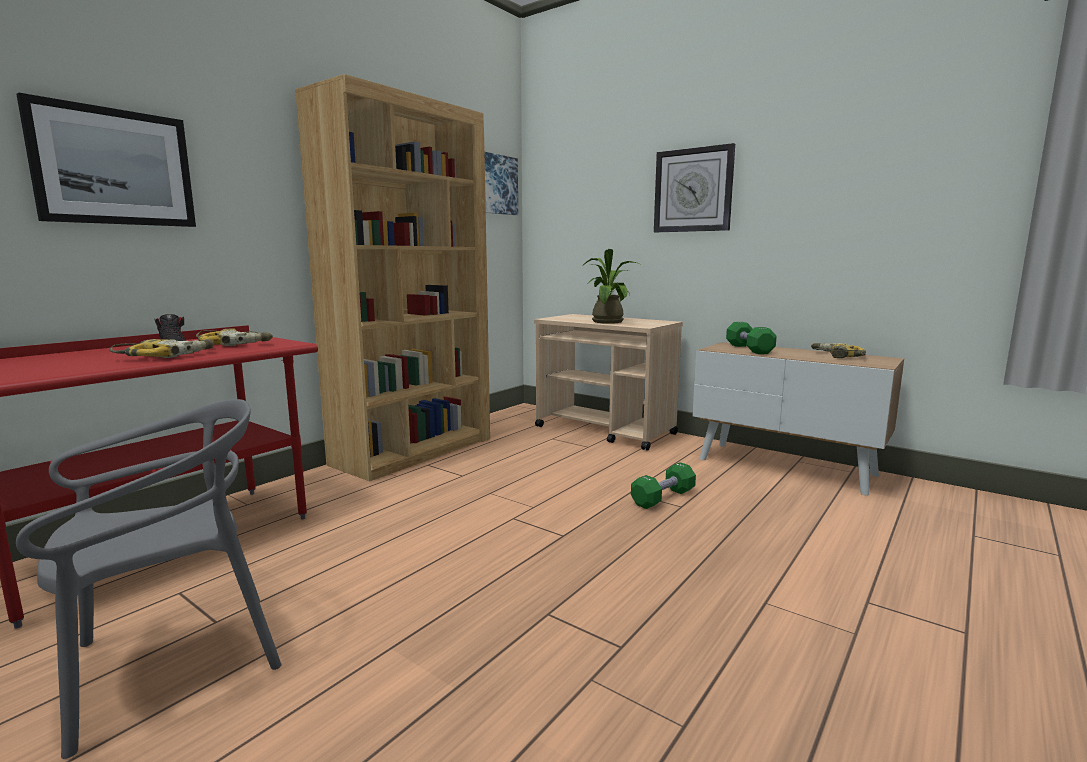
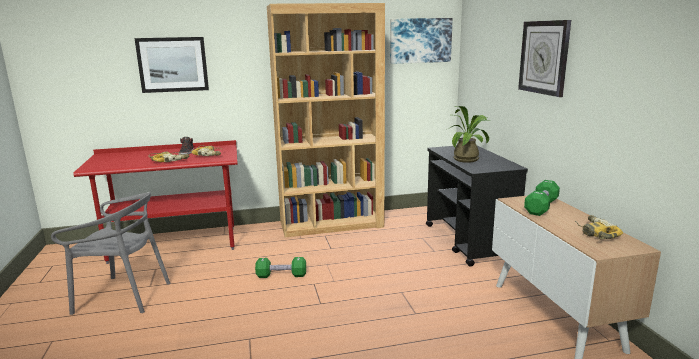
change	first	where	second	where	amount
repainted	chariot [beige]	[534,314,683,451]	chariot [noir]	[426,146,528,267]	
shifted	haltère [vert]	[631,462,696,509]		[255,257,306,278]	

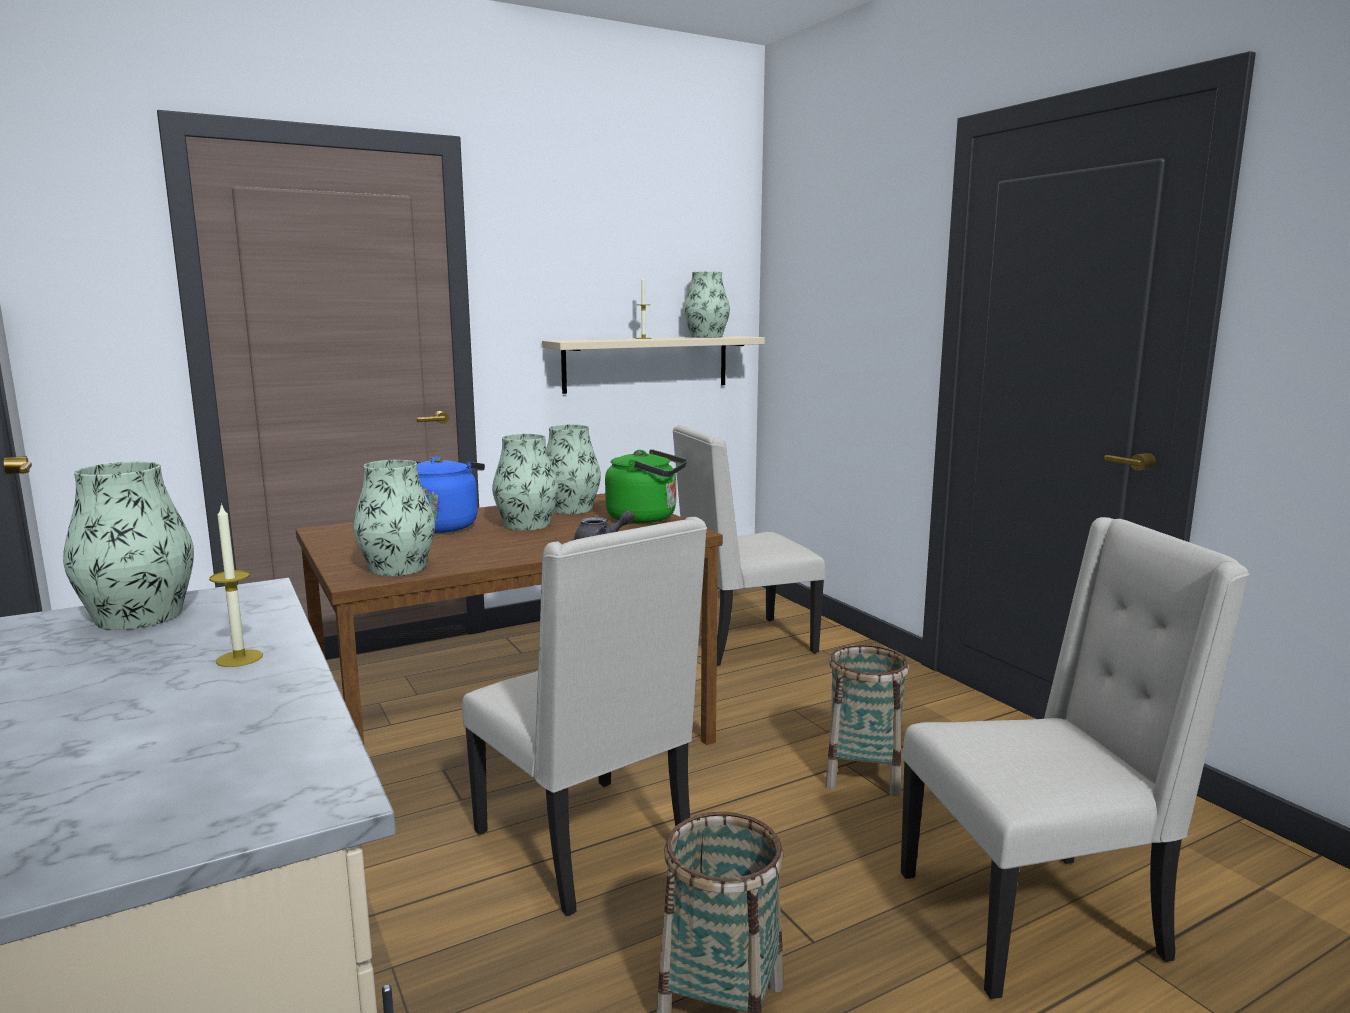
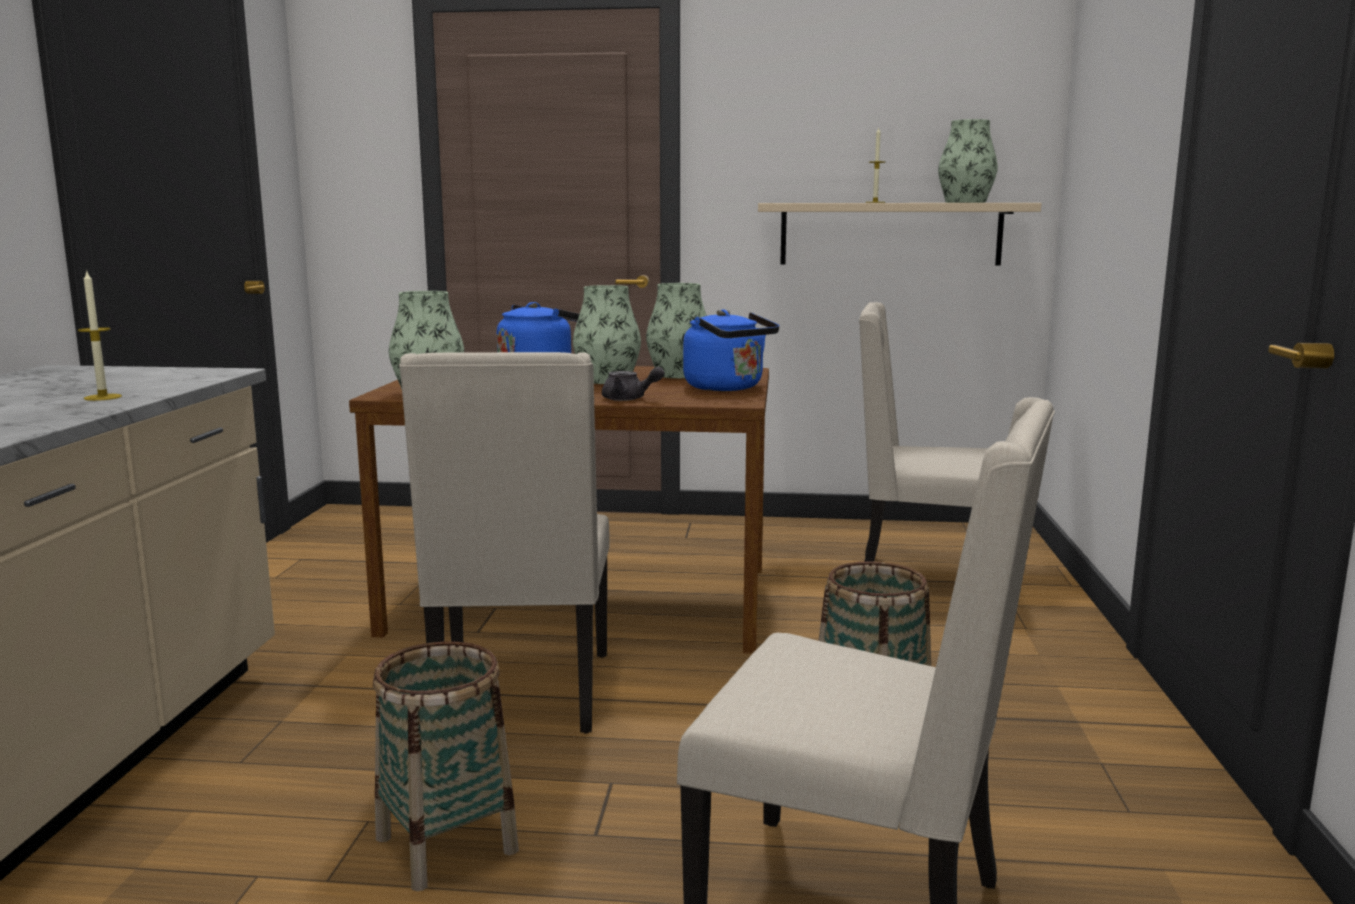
change	first	where	second	where	amount
repainted	bouilloire [vert]	[605,449,687,523]	bouilloire [bleu]	[683,309,779,391]	
gone	vase	[63,462,194,630]			

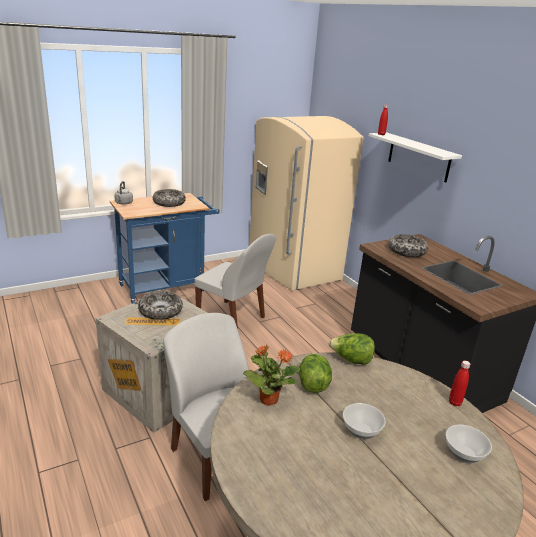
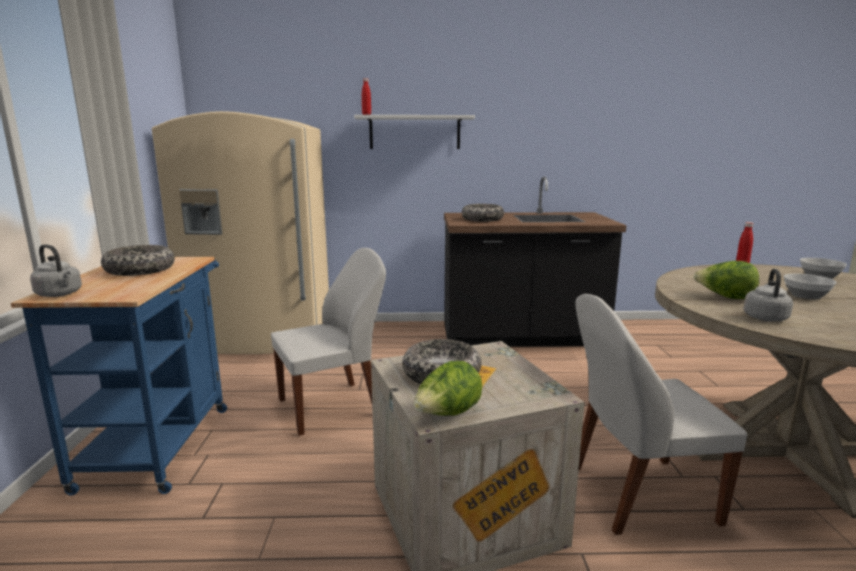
change	first	where	second	where	amount
shifted	laitue	[328,333,375,365]		[414,361,482,416]	
swapped	plante en pot	[243,345,300,406]	bouilloire [gris]	[744,269,793,321]	

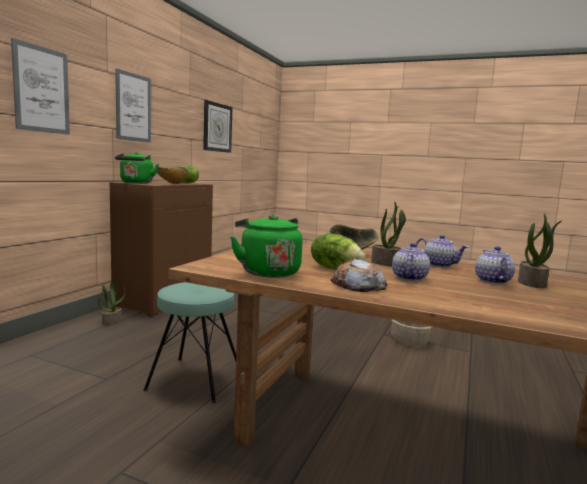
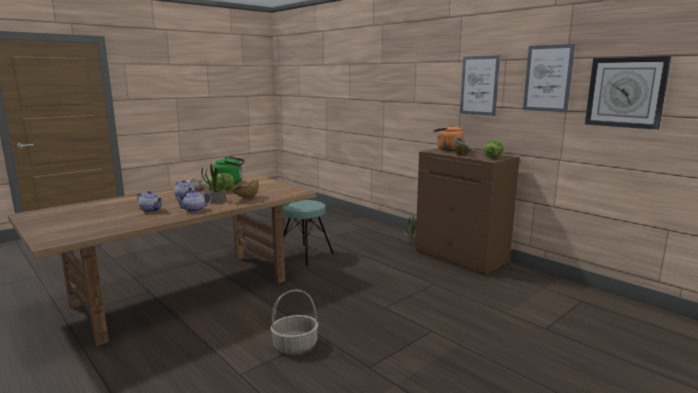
change	first	where	second	where	amount
shifted	tableau	[11,38,70,135]		[523,44,575,112]	
repainted	bouilloire [vert]	[115,152,159,183]	bouilloire [orange]	[434,125,464,151]	
gone	plante en pot	[518,213,563,288]			

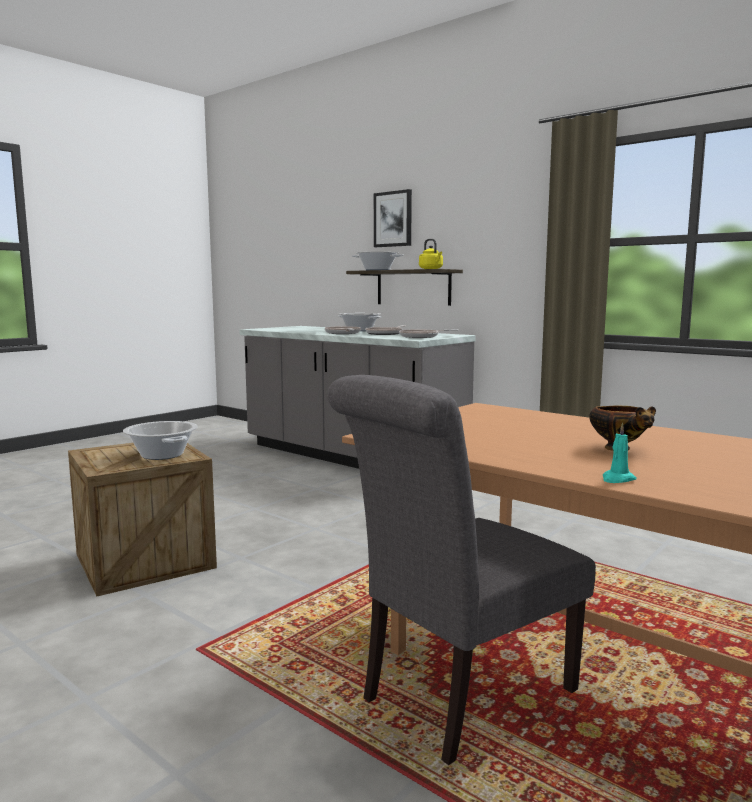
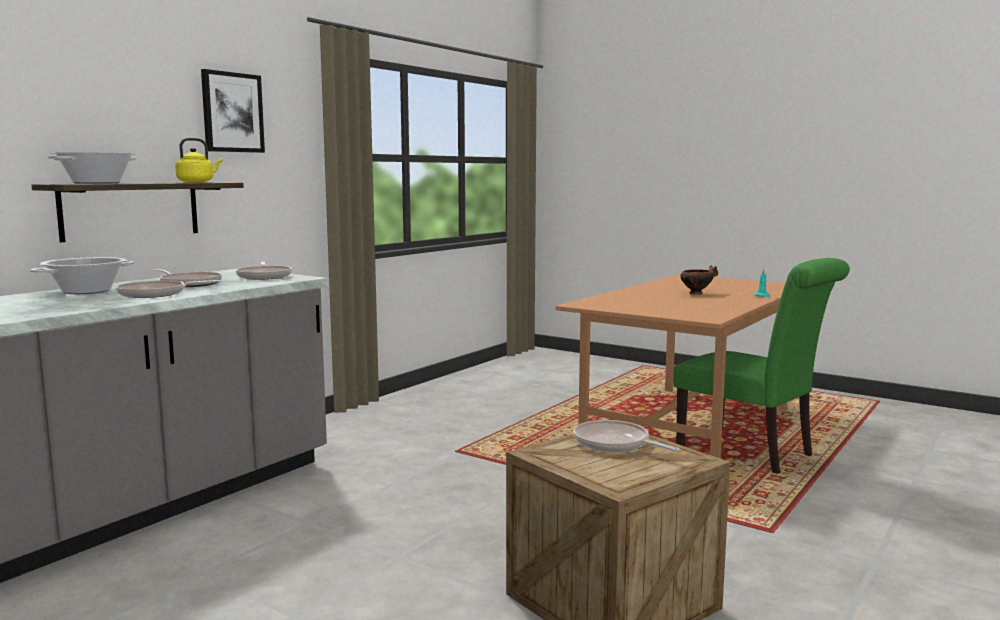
change	first	where	second	where	amount
shifted	tableau	[374,189,412,247]		[201,69,265,153]	
repainted	chaise [gris]	[327,375,596,765]	chaise [vert]	[673,258,850,474]	
swapped	marmite	[123,421,198,460]	poêle	[573,420,680,452]	

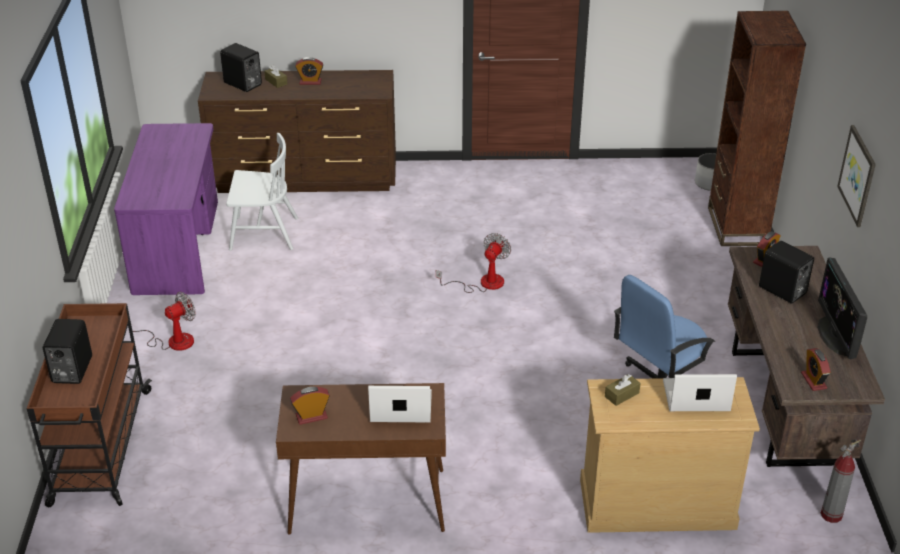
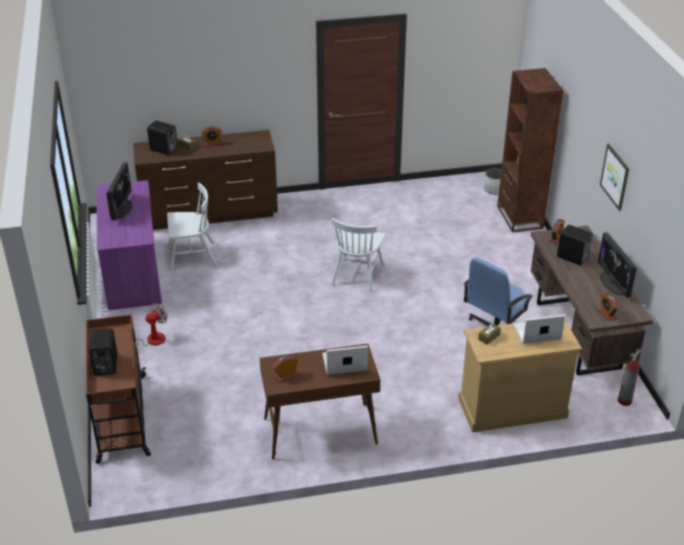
change	first	where	second	where	amount
swapped	ventilateur	[436,233,511,293]	chaise [blanc]	[331,218,386,292]	
new			écran d'ordinateur	[106,162,132,221]	

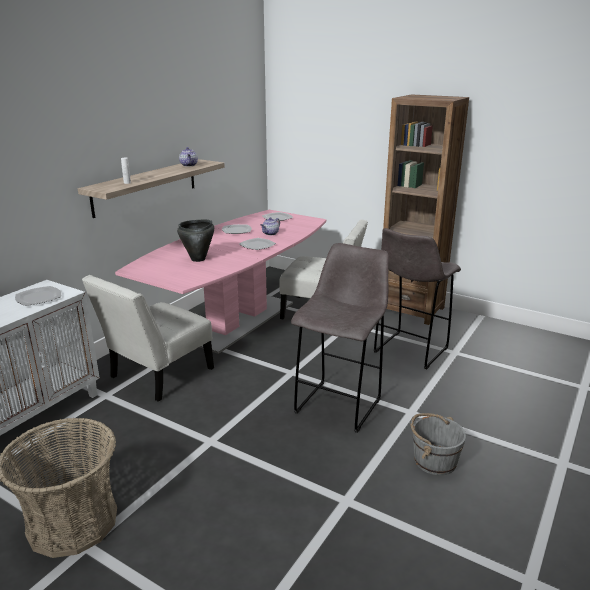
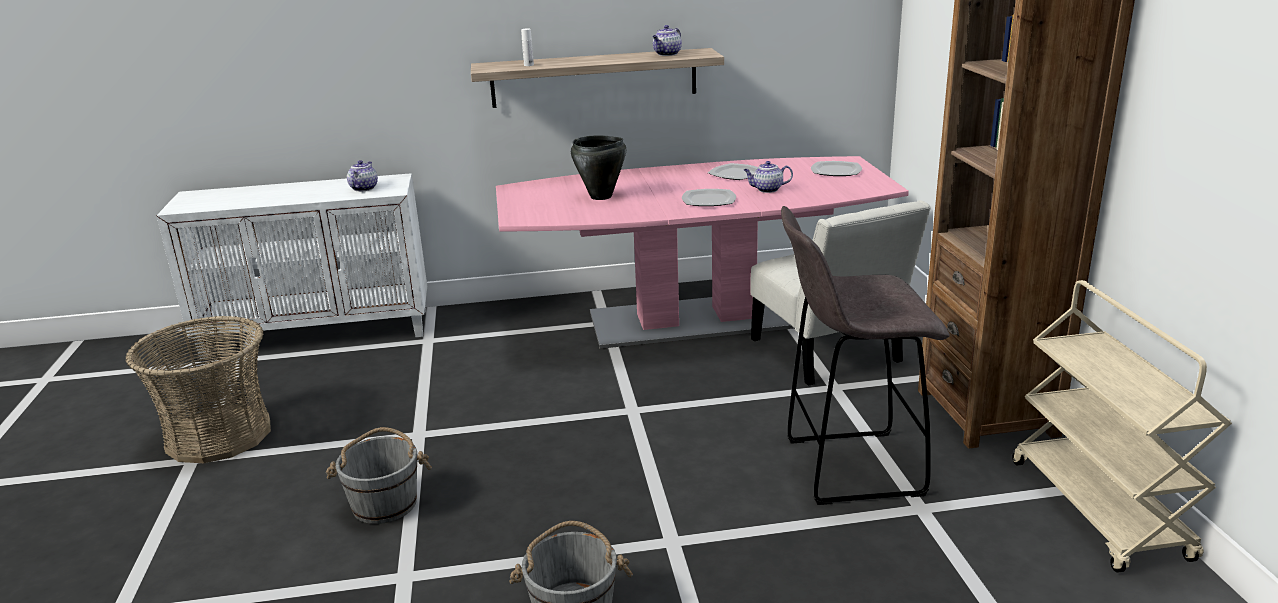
change	first	where	second	where	amount
gone	tabouret [gris]	[291,243,389,433]			
gone	chaise [blanc]	[82,275,214,402]			
swapped	assiette	[15,286,61,306]	théière	[347,160,378,191]	
new			chariot [beige]	[1012,280,1232,572]	
new			seau [gris]	[326,427,432,524]	

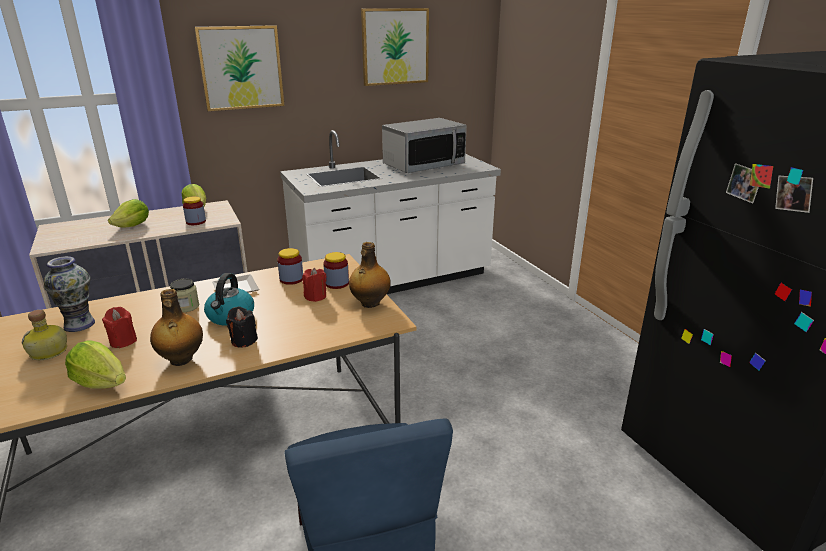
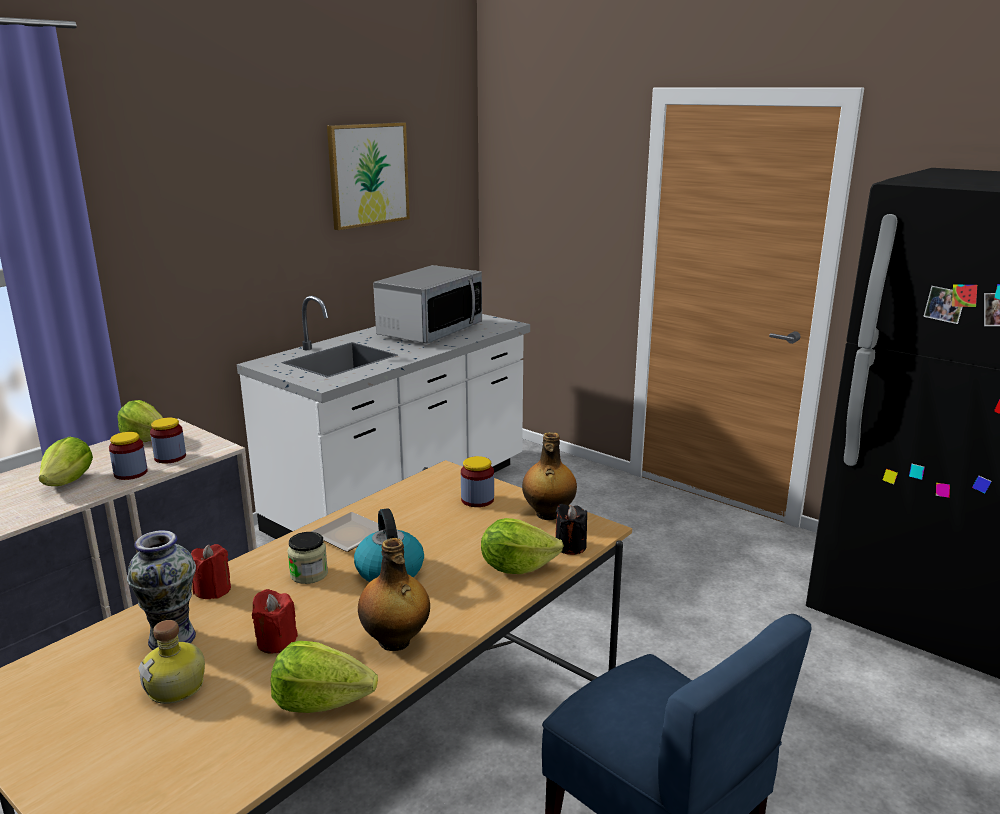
change	first	where	second	where	amount
gone	tableau	[194,25,285,111]			
shifted	bocal	[277,248,303,285]		[109,432,148,480]	
shifted	bougie [rouge]	[302,268,326,302]		[191,544,231,599]	
shifted	bougie [noir]	[226,306,258,348]		[555,504,587,555]	
new			laitue	[481,518,564,574]	

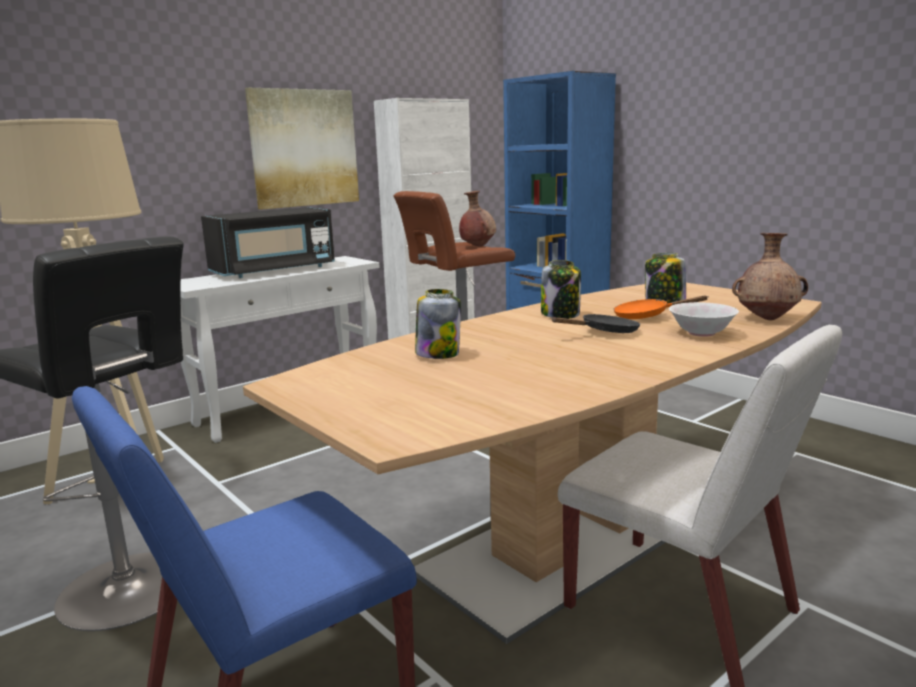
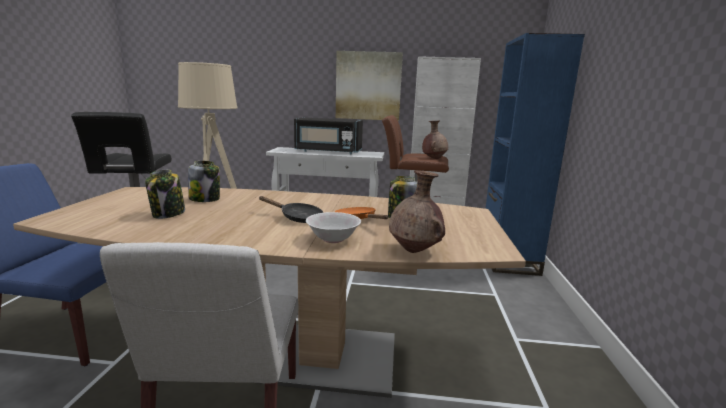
change	first	where	second	where	amount
shifted	bocal	[541,260,581,319]		[145,170,185,219]	

